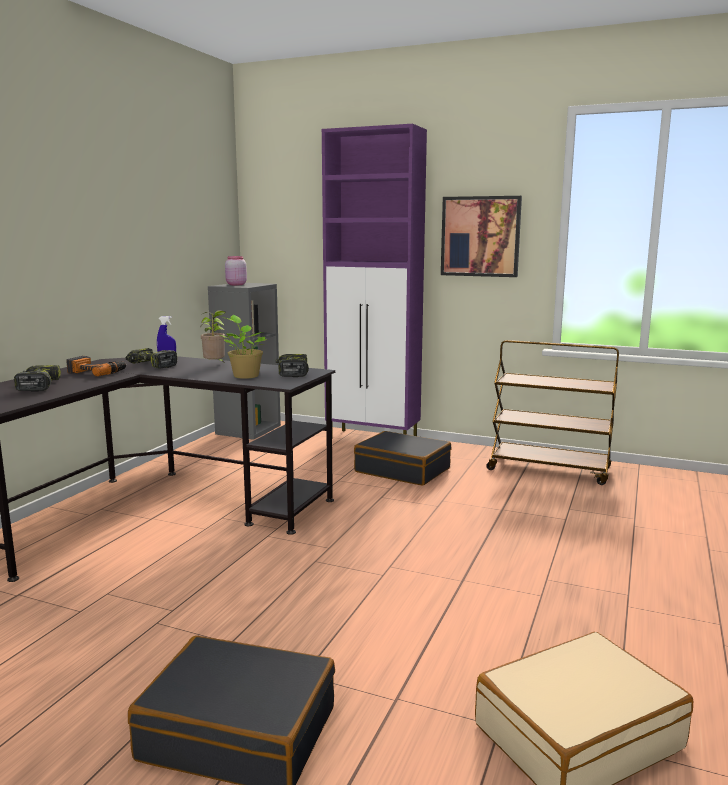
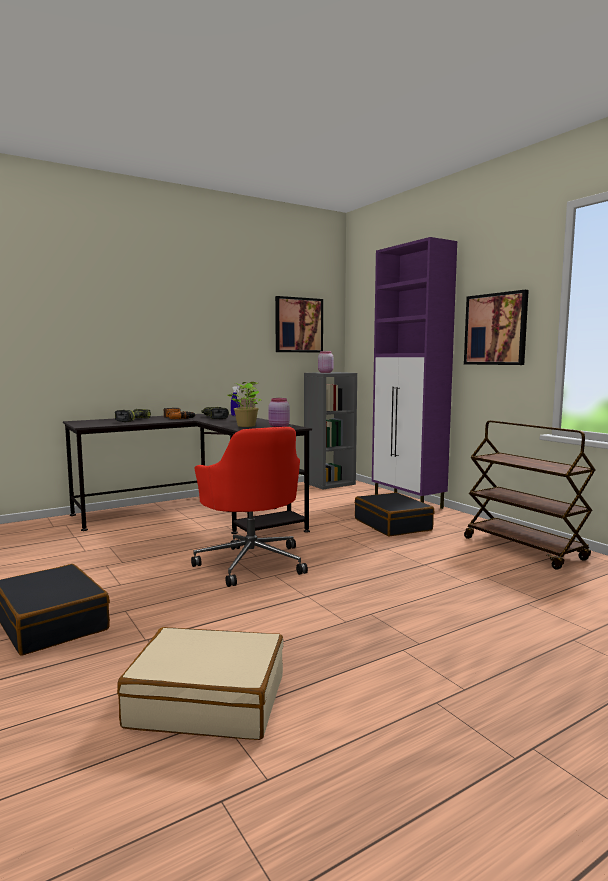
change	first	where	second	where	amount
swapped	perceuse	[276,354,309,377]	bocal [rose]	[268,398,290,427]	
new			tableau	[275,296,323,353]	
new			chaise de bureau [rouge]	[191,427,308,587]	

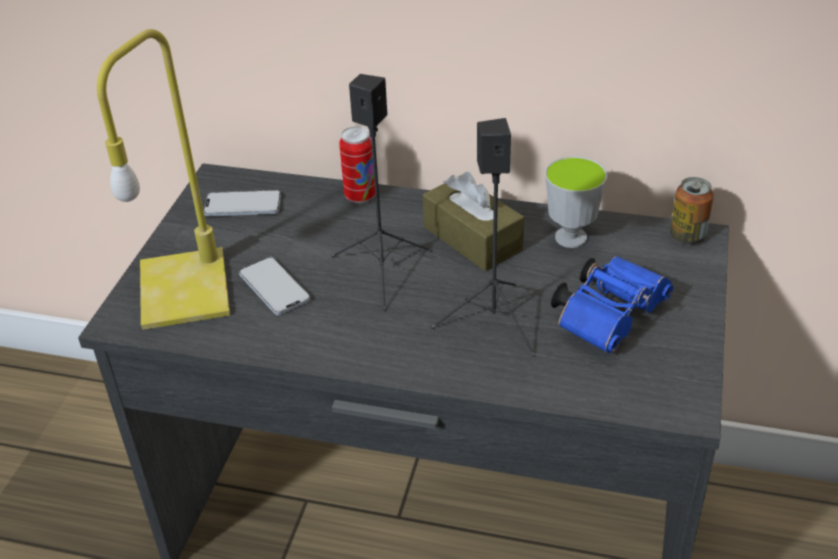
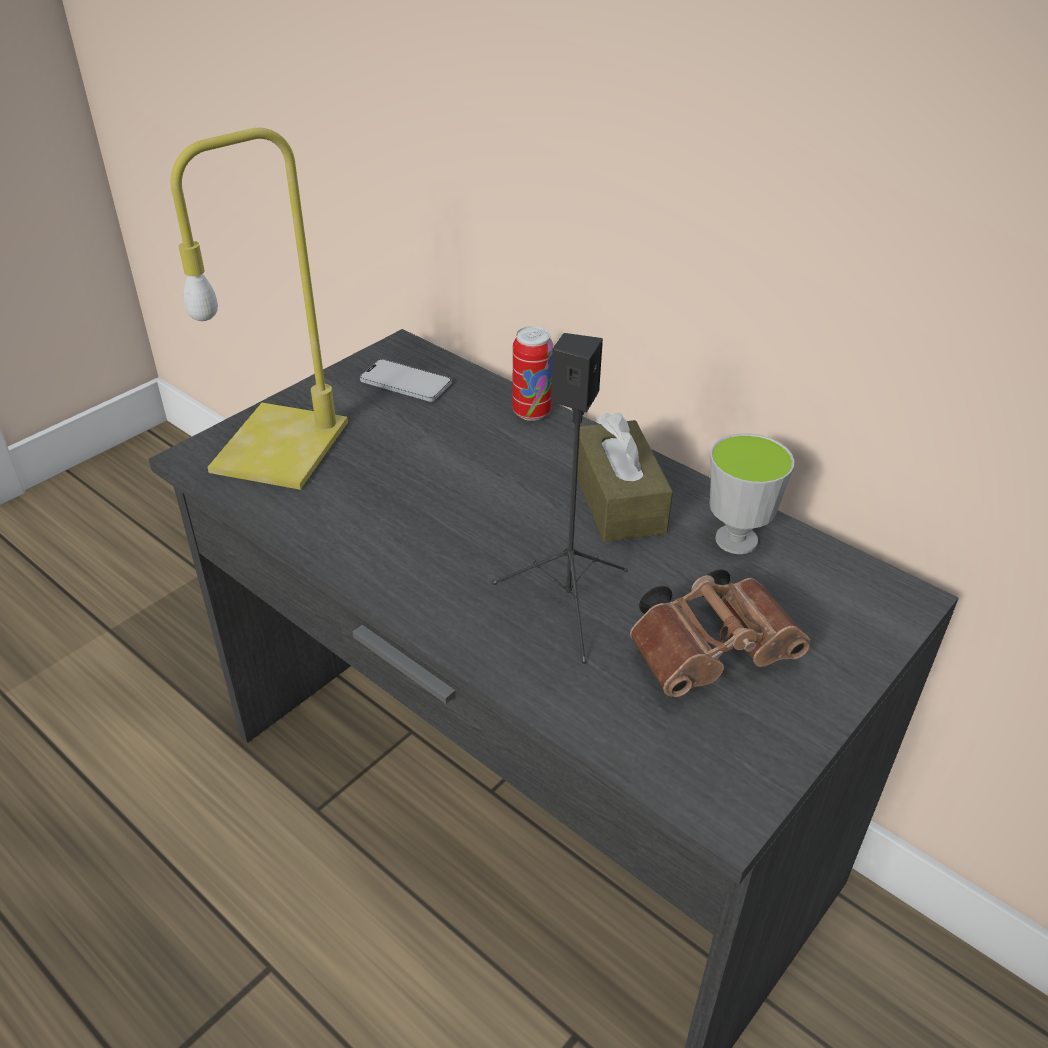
change	first	where	second	where	amount
gone	enceinte [noir]	[331,74,432,311]			
gone	boîte métallique	[670,177,714,245]			
repainted	jumelles [bleu]	[551,256,673,353]	jumelles [marron]	[630,569,810,697]	
gone	téléphone	[239,257,311,315]			

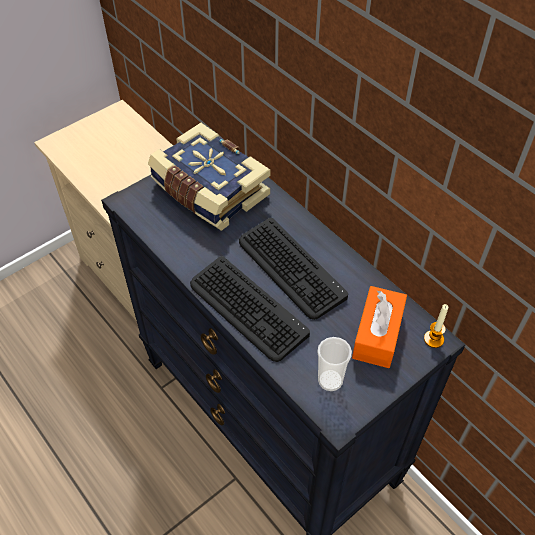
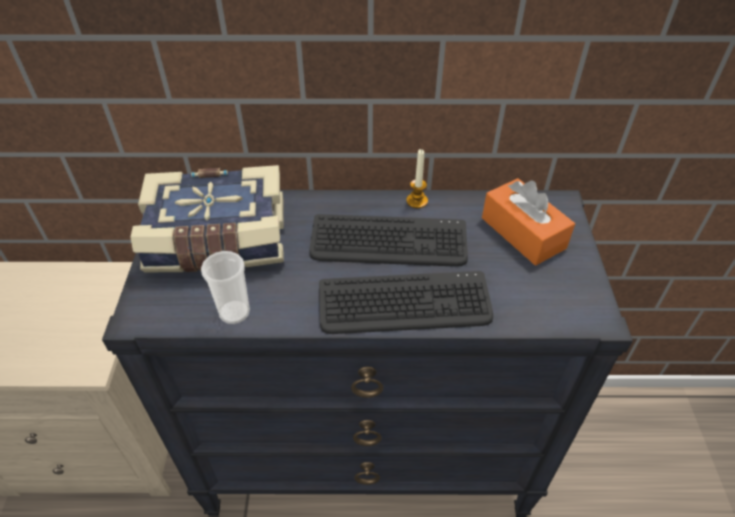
change	first	where	second	where	amount
shifted	bougie	[424,304,448,348]		[406,149,428,208]	
shifted	tasse	[317,337,352,391]		[201,251,250,324]	

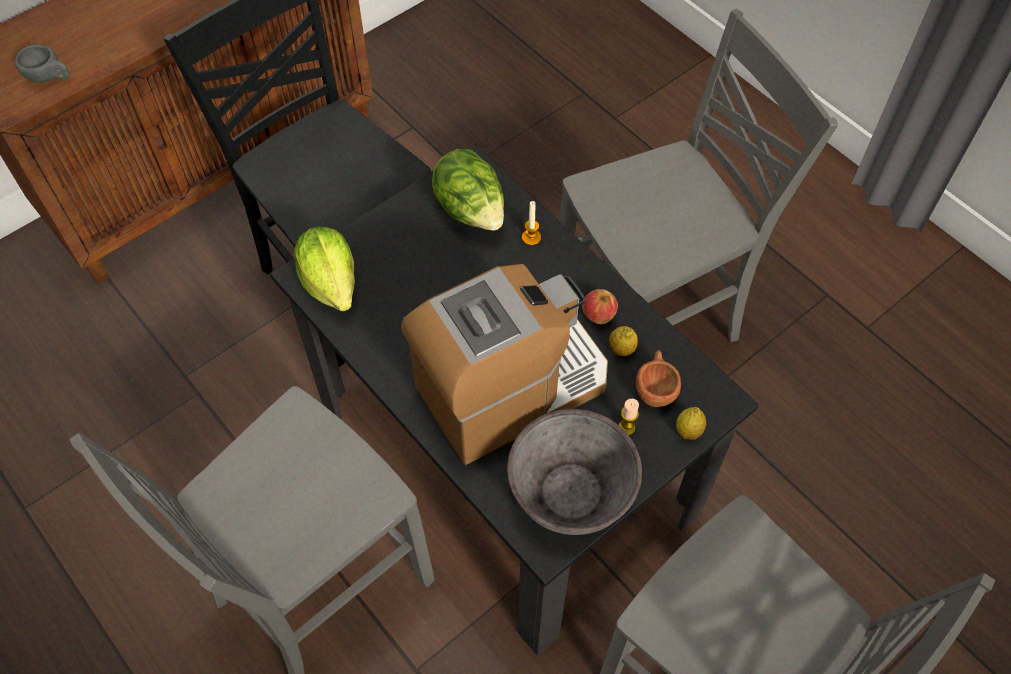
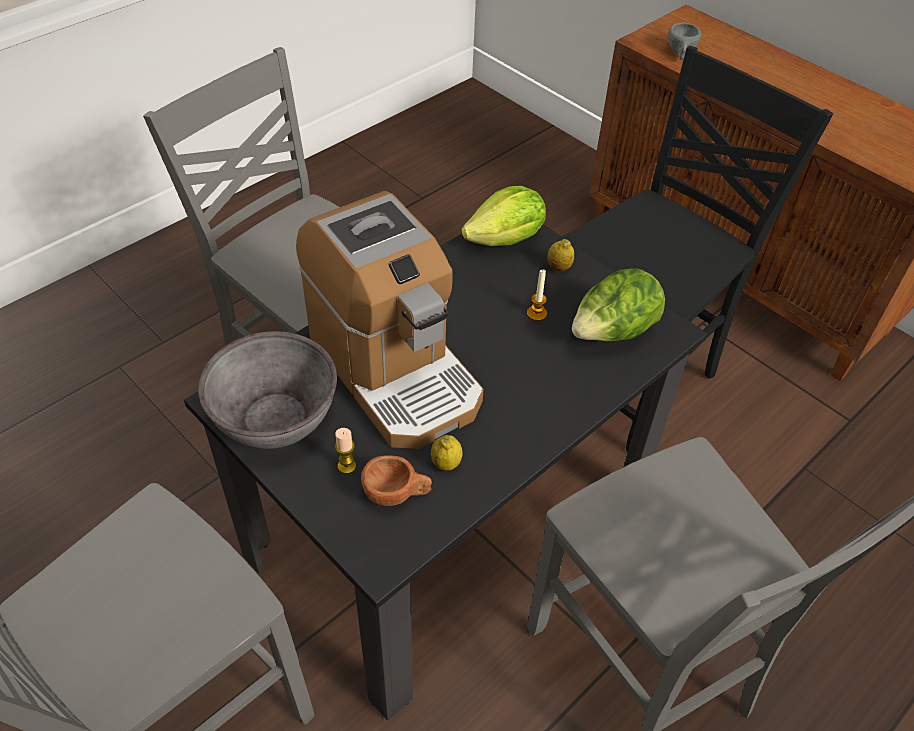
change	first	where	second	where	amount
shifted	bougie	[522,201,541,246]		[527,269,547,321]	
gone	pomme	[582,289,618,324]			
shifted	citron	[676,407,706,440]		[547,239,574,271]	

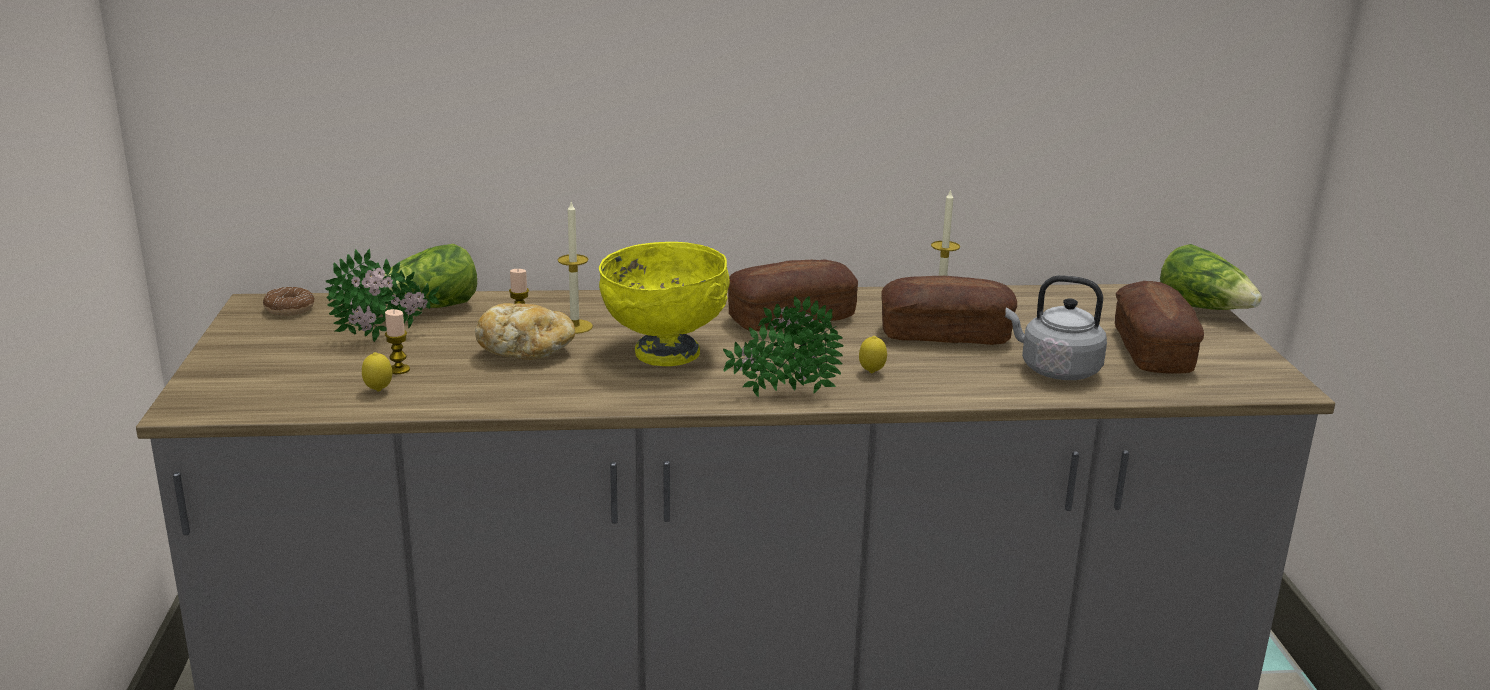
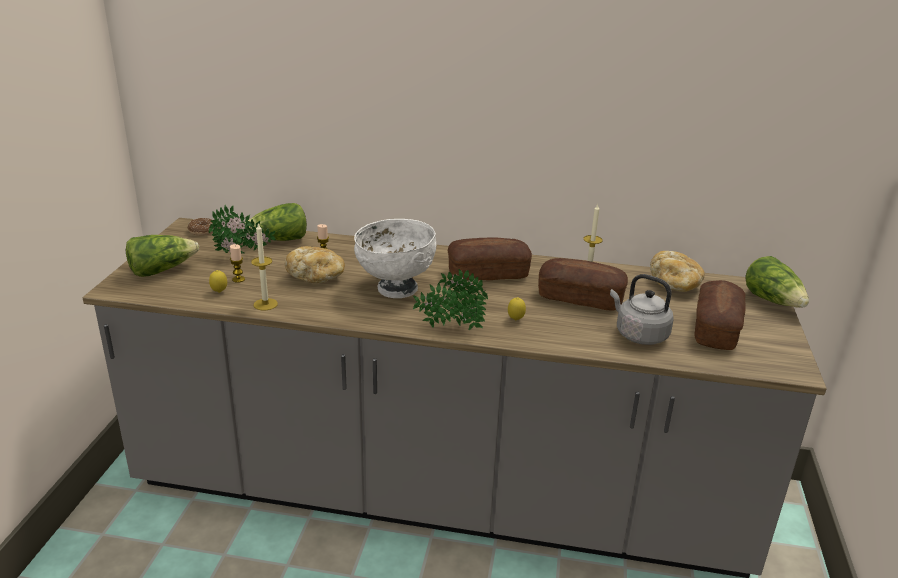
change	first	where	second	where	amount
shifted	bougie	[558,202,593,334]		[251,224,278,310]	
repainted	bol [jaune]	[599,242,730,366]	bol [blanc]	[354,219,436,298]	
new			laitue	[126,235,199,277]	
new			pain	[650,251,705,292]	

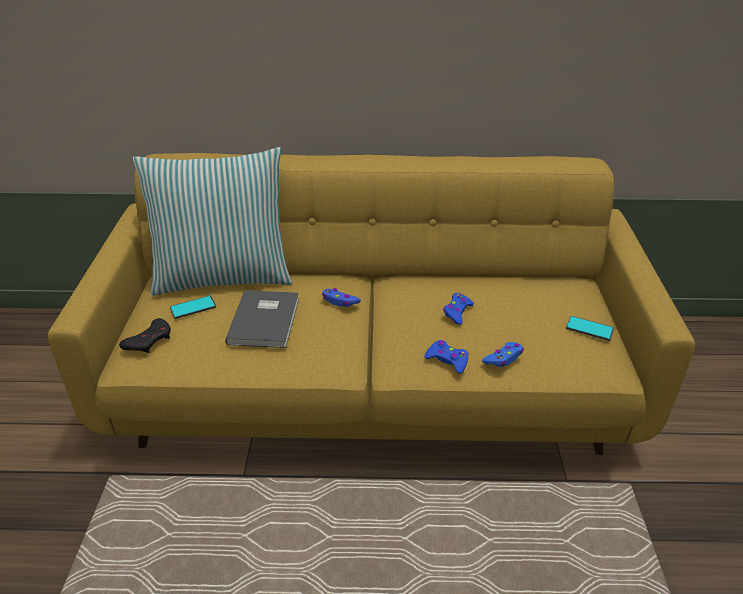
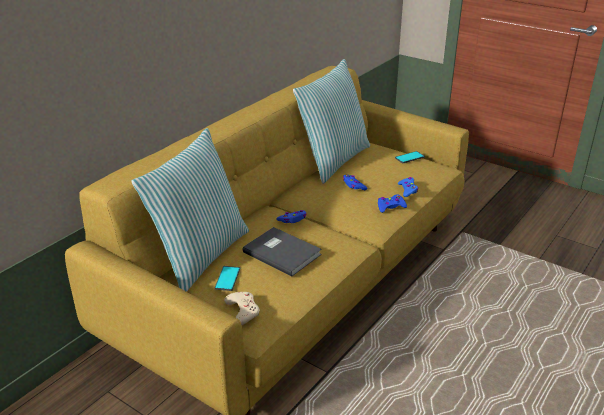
change	first	where	second	where	amount
repainted	manette [noir]	[119,318,171,353]	manette [beige]	[224,292,260,325]	
new			coussin	[293,59,370,184]	

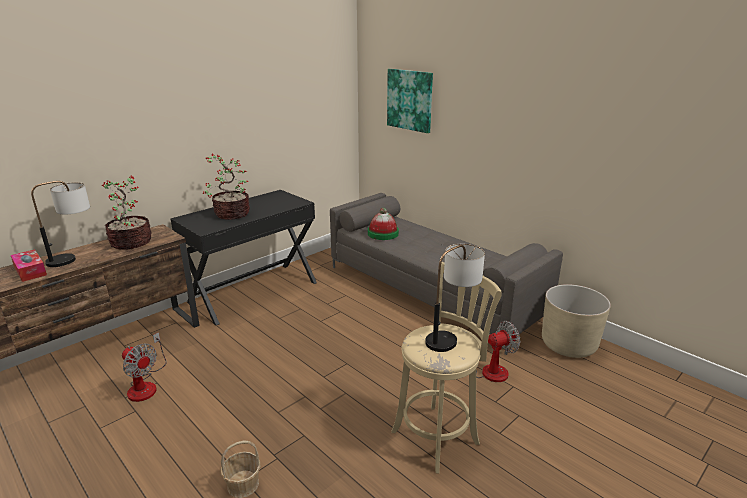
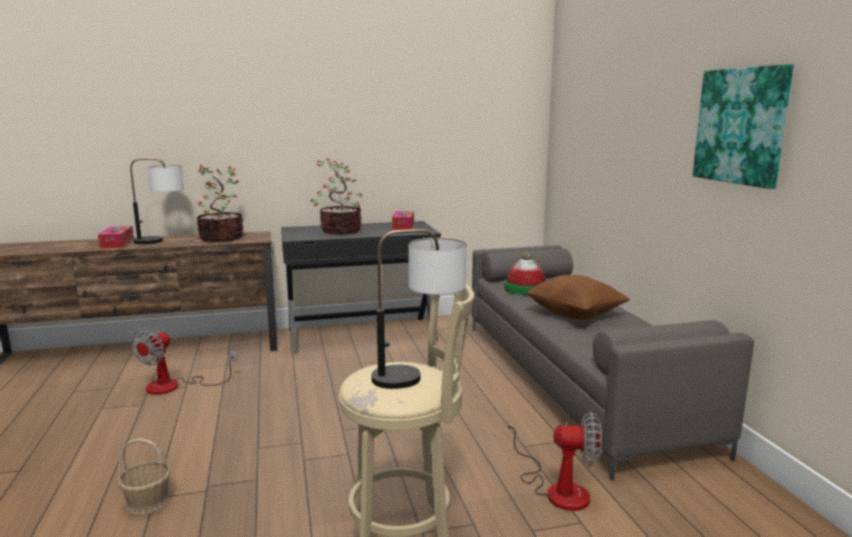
change	first	where	second	where	amount
shifted	tableau	[387,69,433,133]		[693,64,794,189]	
gone	cache-pot [beige]	[542,284,611,358]			
rotated	ventilateur	[122,332,167,402]		[131,328,237,395]	45 degrees clockwise
new			boîte à mouchoirs	[392,211,414,230]	
new			coussin [marron]	[526,275,630,319]	

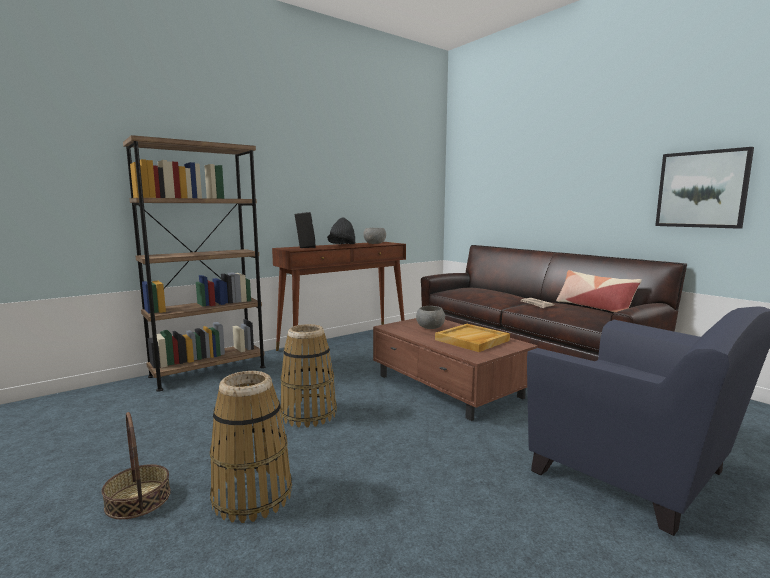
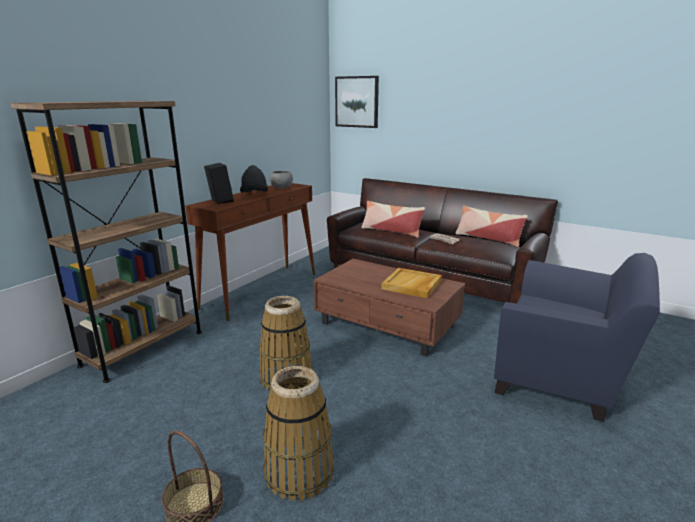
change	first	where	second	where	amount
shifted	tableau	[655,147,754,229]		[335,76,379,128]	
gone	bol [gris]	[416,306,445,329]			
new			coussin	[361,201,425,238]	

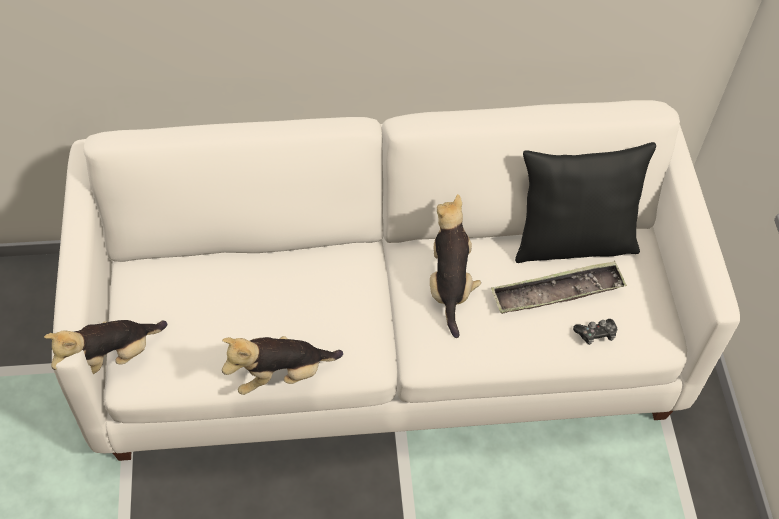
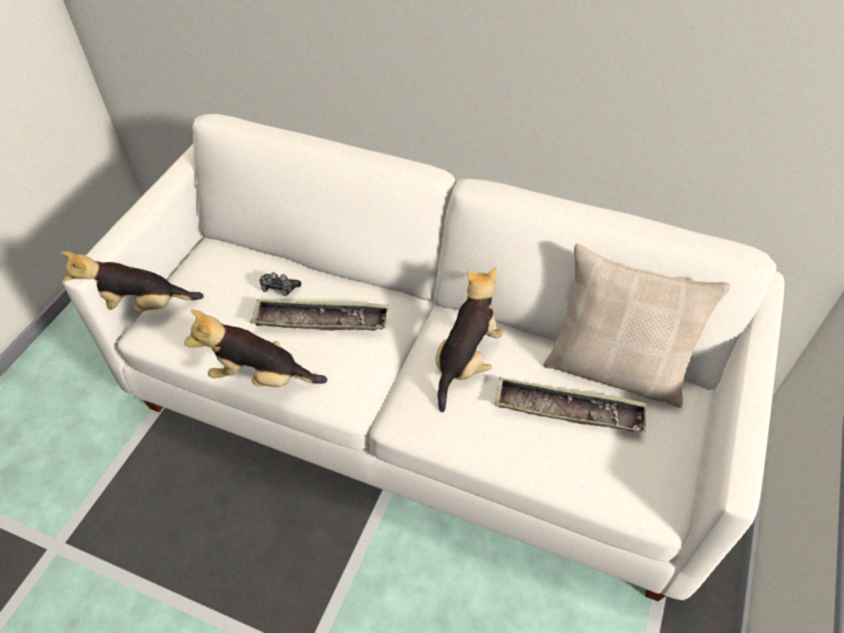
change	first	where	second	where	amount
repainted	coussin [noir]	[515,142,656,263]	coussin [beige]	[543,244,730,408]	
shifted	manette	[573,319,617,345]		[260,272,301,296]	
new			plateau	[250,299,389,331]	

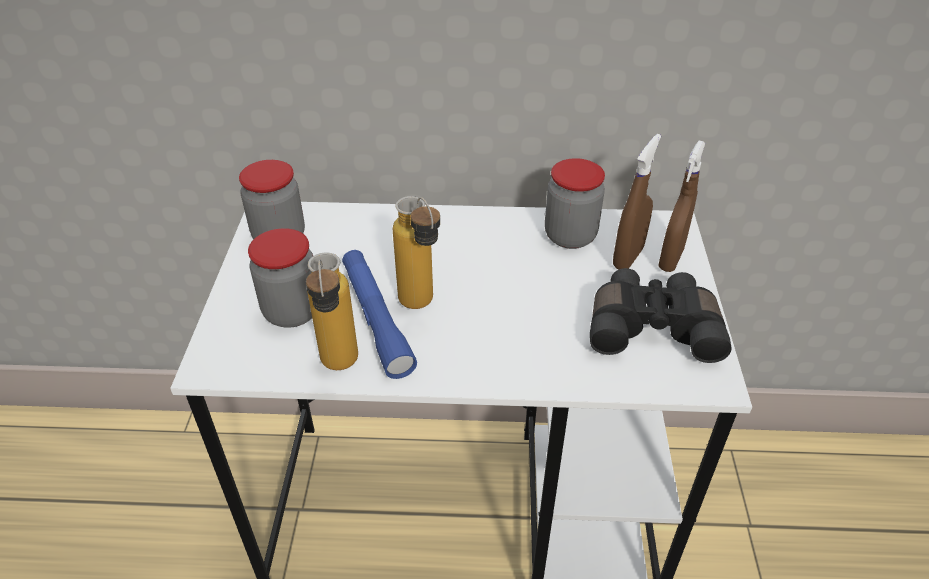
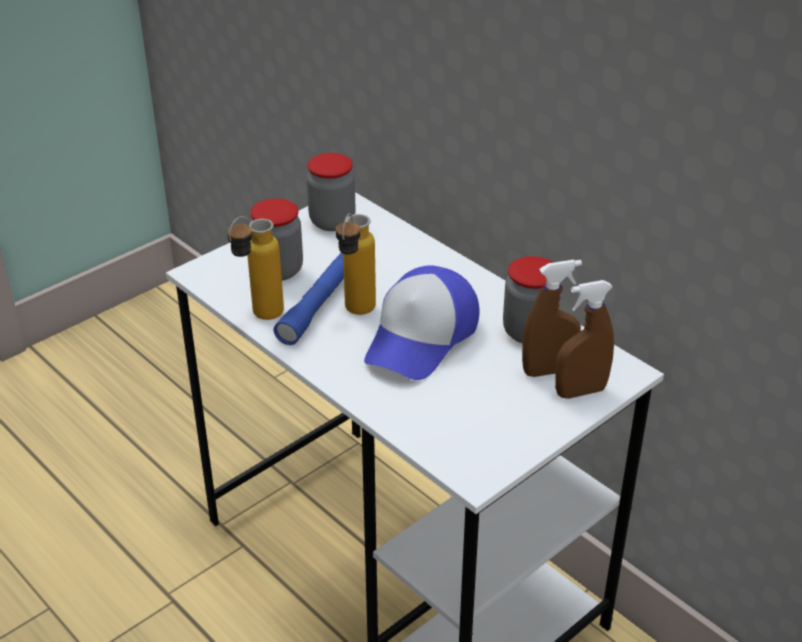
change	first	where	second	where	amount
gone	jumelles [noir]	[590,268,731,363]			
new			casquette	[364,265,480,380]	

